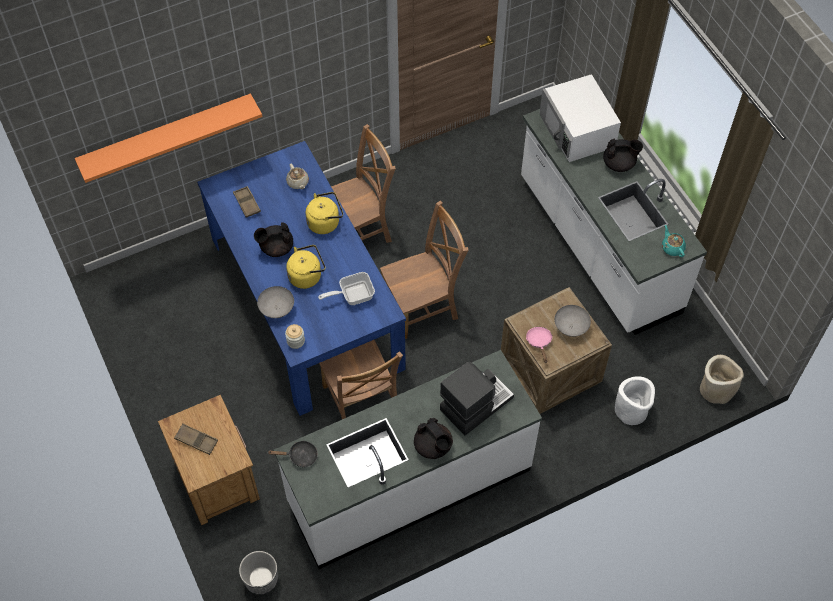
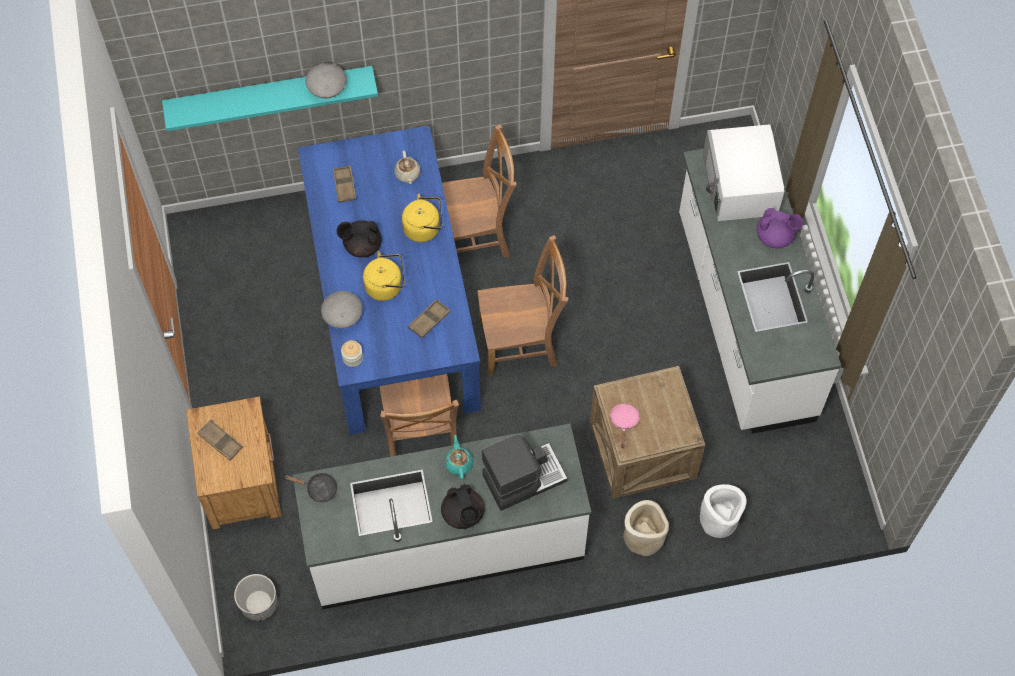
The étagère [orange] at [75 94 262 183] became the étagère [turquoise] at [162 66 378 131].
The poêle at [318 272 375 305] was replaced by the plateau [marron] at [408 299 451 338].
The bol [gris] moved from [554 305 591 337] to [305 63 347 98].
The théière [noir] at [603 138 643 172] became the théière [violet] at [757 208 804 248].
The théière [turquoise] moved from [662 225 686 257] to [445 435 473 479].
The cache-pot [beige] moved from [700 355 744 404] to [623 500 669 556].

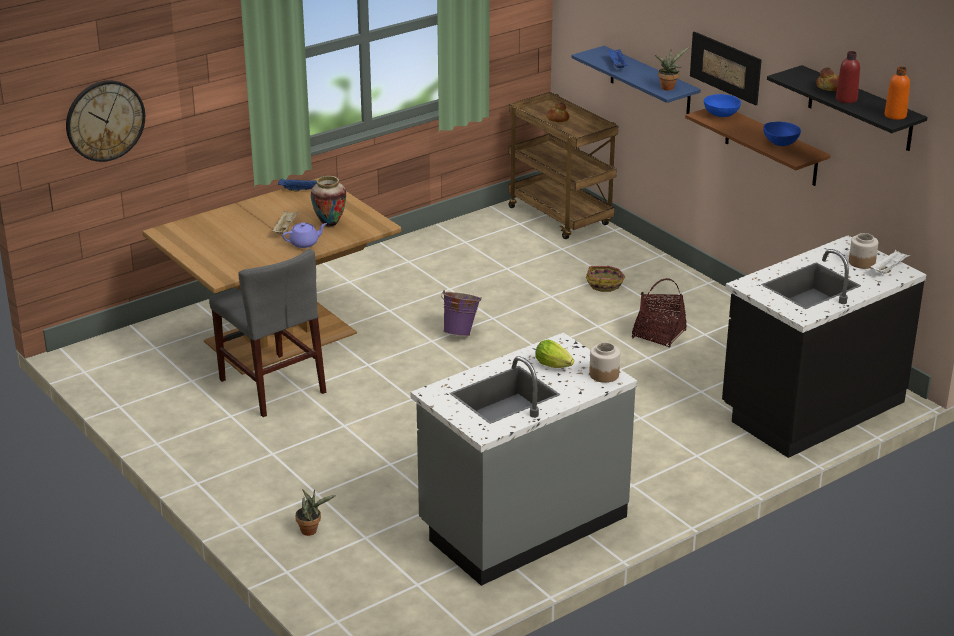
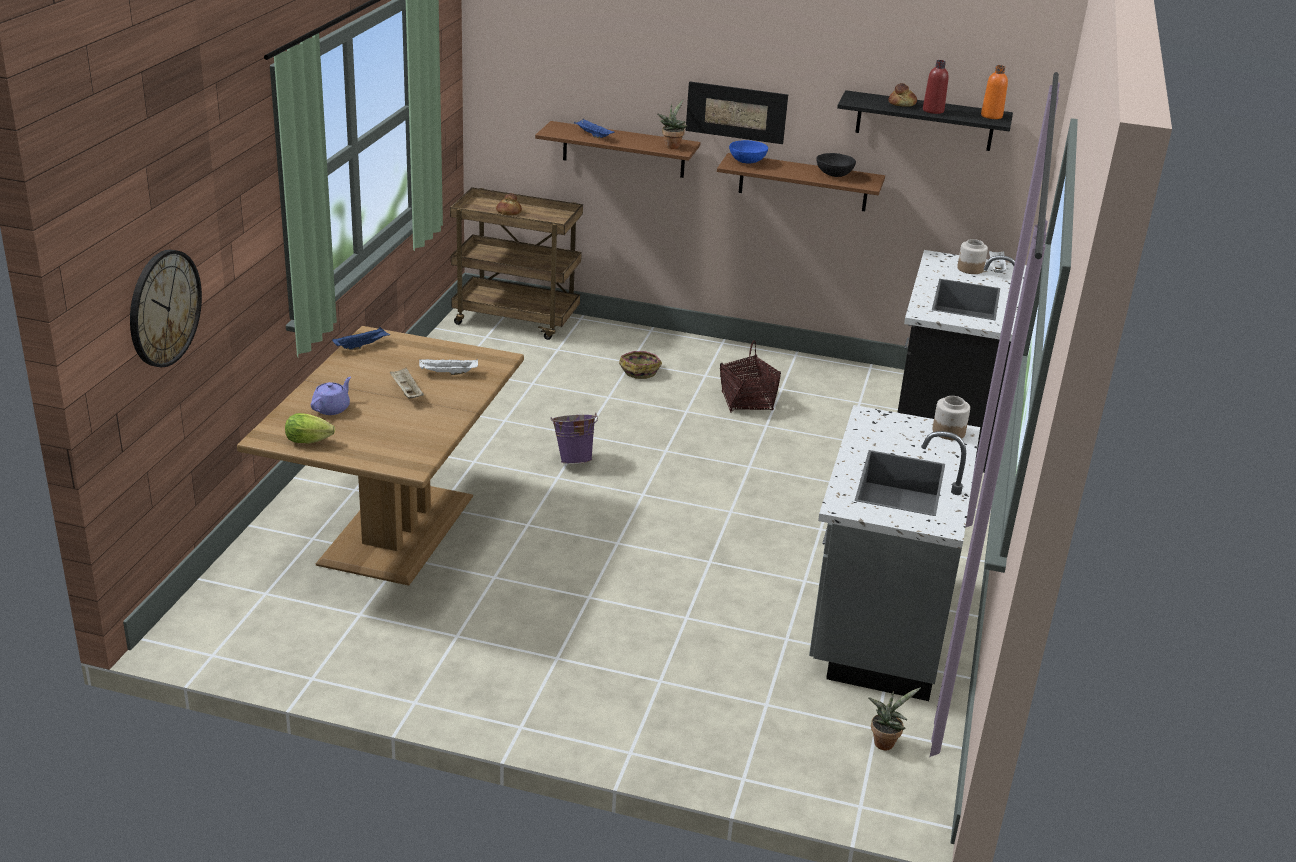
The chaise [gris] at [209 249 326 417] disappeared.
The théière [violet] moved from [282 223 327 248] to [311 376 351 415].
The plante en pot moved from [295 489 336 536] to [868 687 921 750].
The vase at [311 176 346 227] was replaced by the plateau [blanc] at [419 359 478 375].
The laitue moved from [535 340 574 368] to [285 413 335 443].
The étagère [bleu] at [571 46 701 114] became the étagère [marron] at [535 121 701 178].
The bol [bleu] at [763 122 801 146] became the bol [noir] at [816 153 856 177].

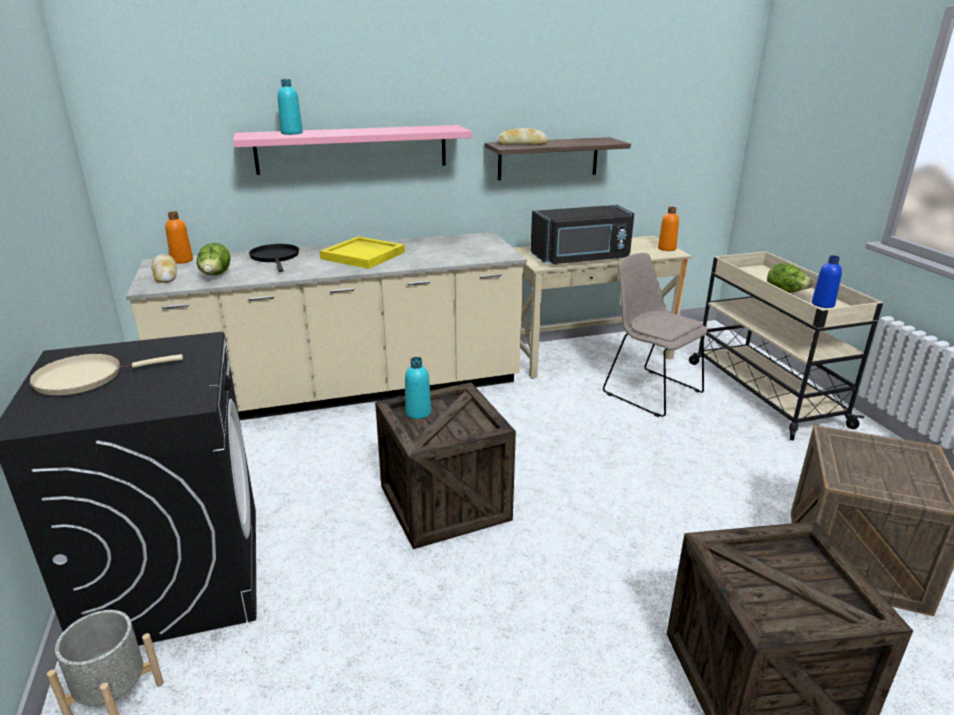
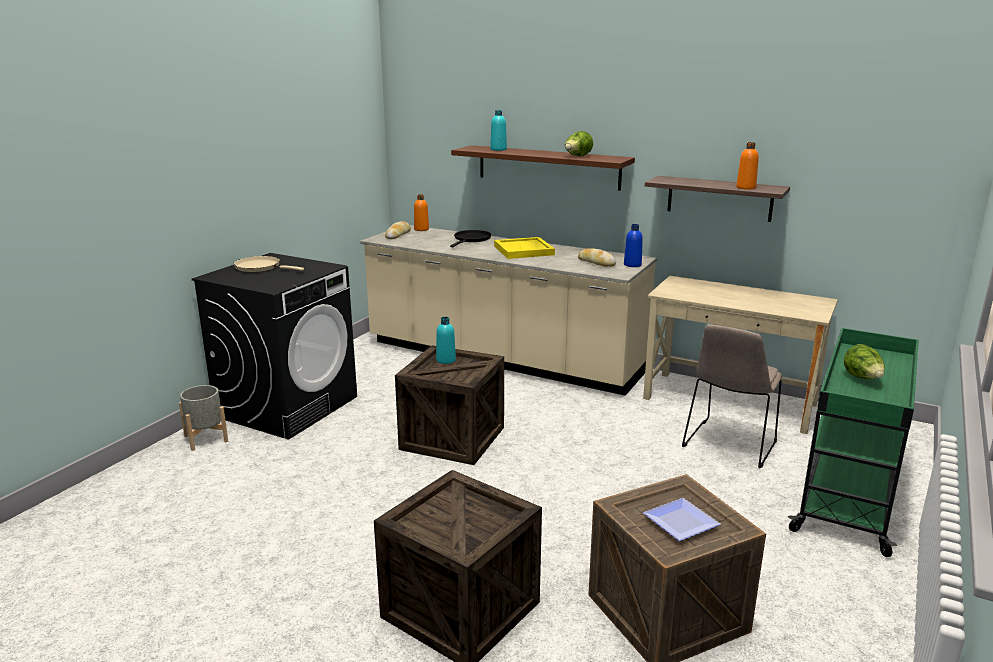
The laitue moved from [197 243 231 275] to [565 131 593 156].
The étagère [rose] at [233 125 472 175] became the étagère [marron] at [451 145 635 191].
The pain moved from [496 128 548 145] to [578 248 616 266].
The micro-ondes [noir] at [531 205 634 265] disappeared.
The chaise [beige] at [603 253 707 417] turned 150 degrees counterclockwise.
The bouteille [orange] moved from [658 207 679 251] to [736 142 759 190].
The chariot [beige] at [689 251 883 440] became the chariot [vert] at [788 328 919 557].
The bouteille [bleu] moved from [812 255 842 308] to [624 224 643 267].
The assiette at [643 498 721 541] appeared.

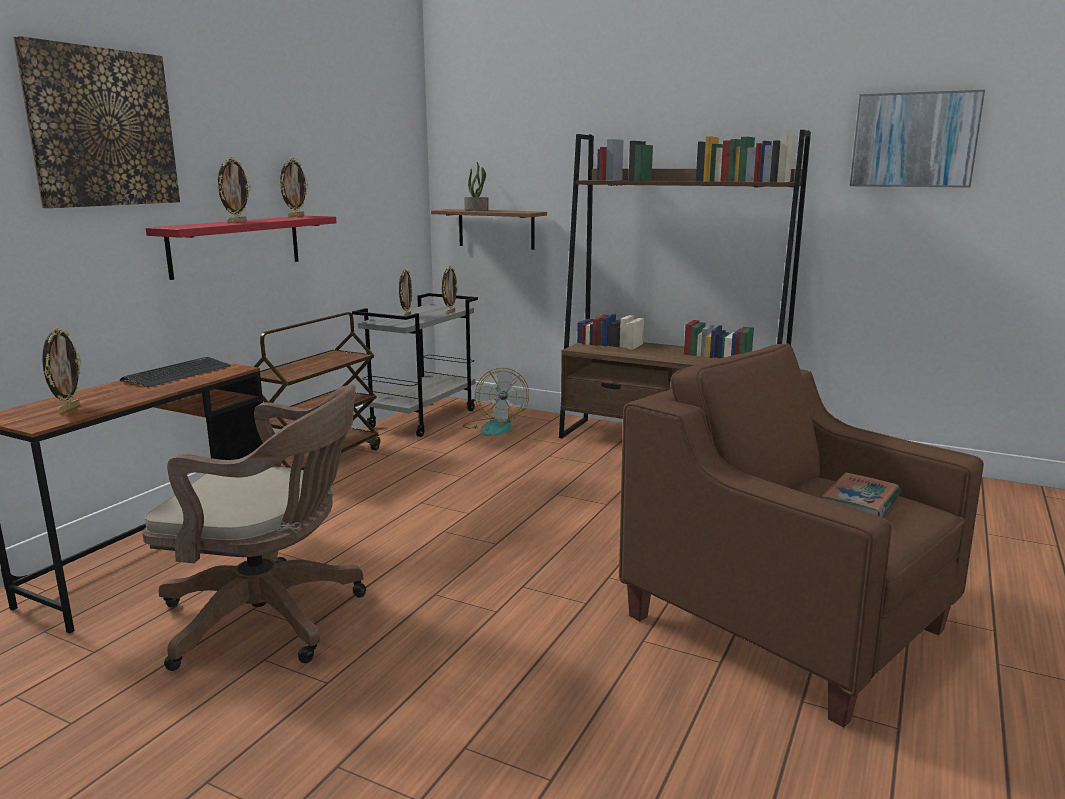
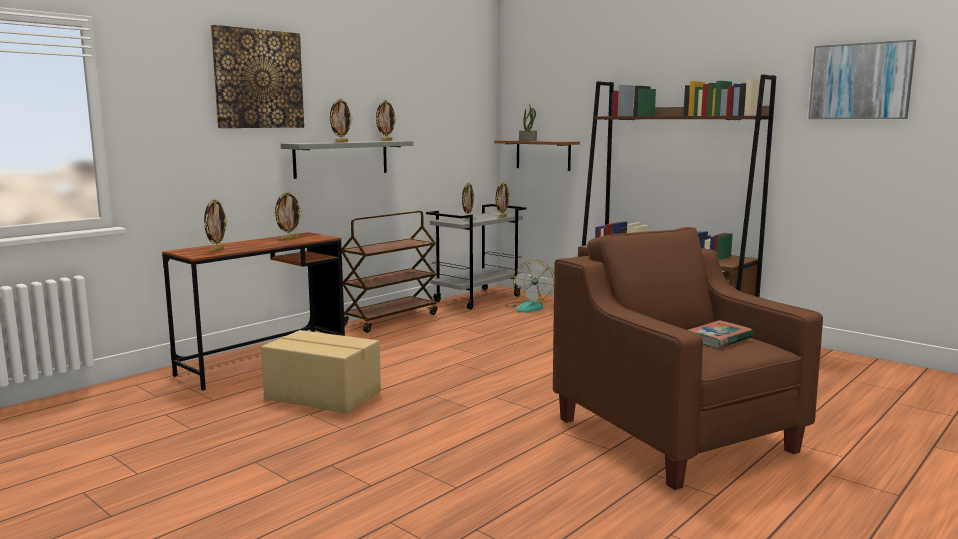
The clavier at [120 357 231 387] was replaced by the cadre photo at [274 191 302 239].
The chaise de bureau [marron] at [142 384 366 671] was replaced by the carton at [261 330 381 413].
The étagère [rouge] at [145 216 337 280] became the étagère [gris] at [281 141 413 179].

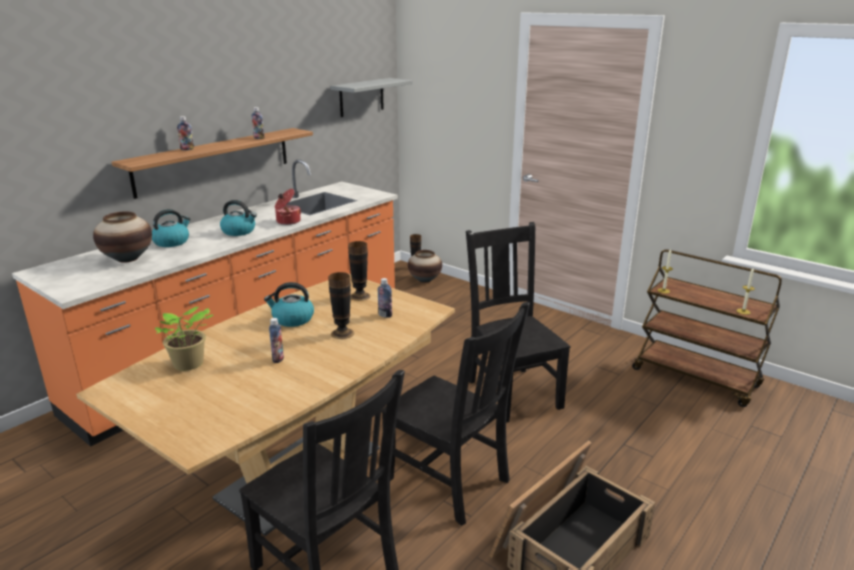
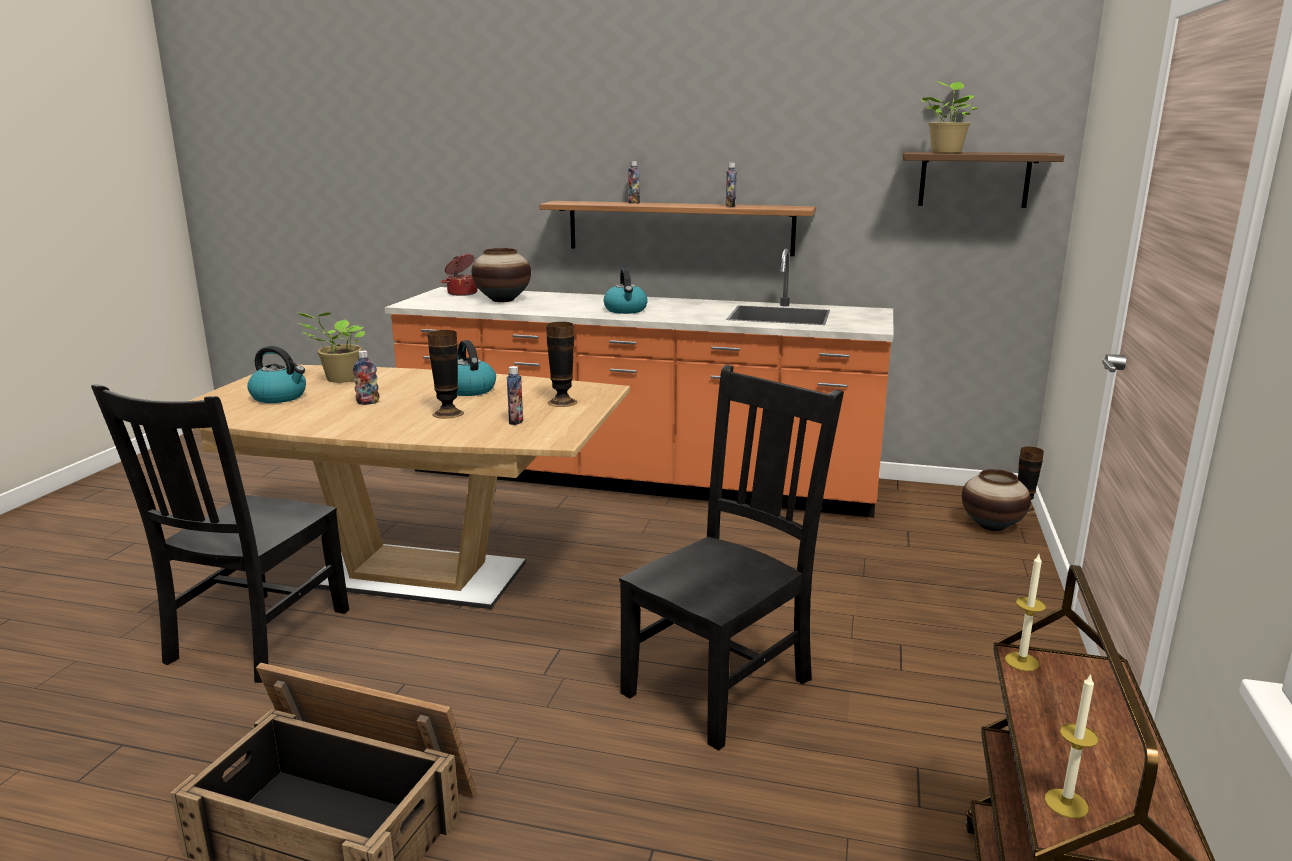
The bouilloire moved from [152 209 191 247] to [247 346 306 403].
The marmite moved from [275 189 301 225] to [440 254 477 296].
The étagère [gris] at [330 78 413 117] became the étagère [marron] at [902 152 1065 208].
The chaise [noir] at [381 302 530 526] disappeared.
The plante en pot at [920 81 978 153] appeared.

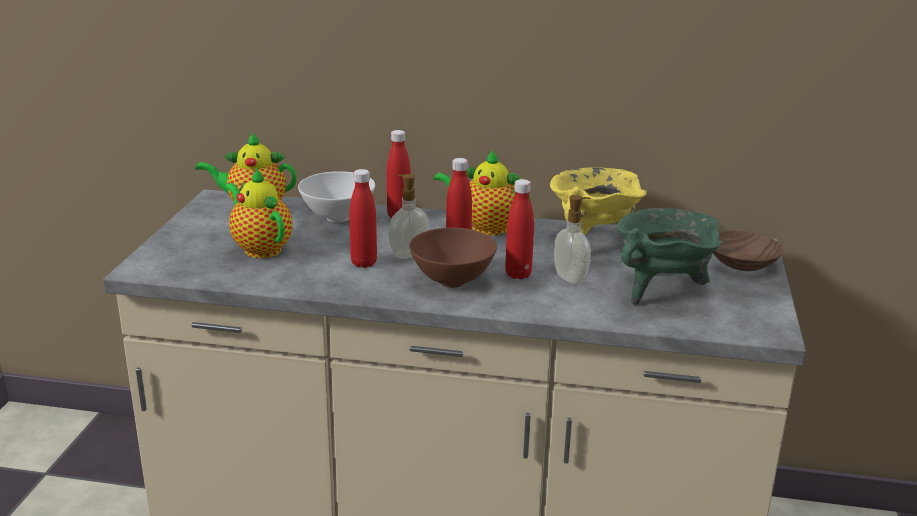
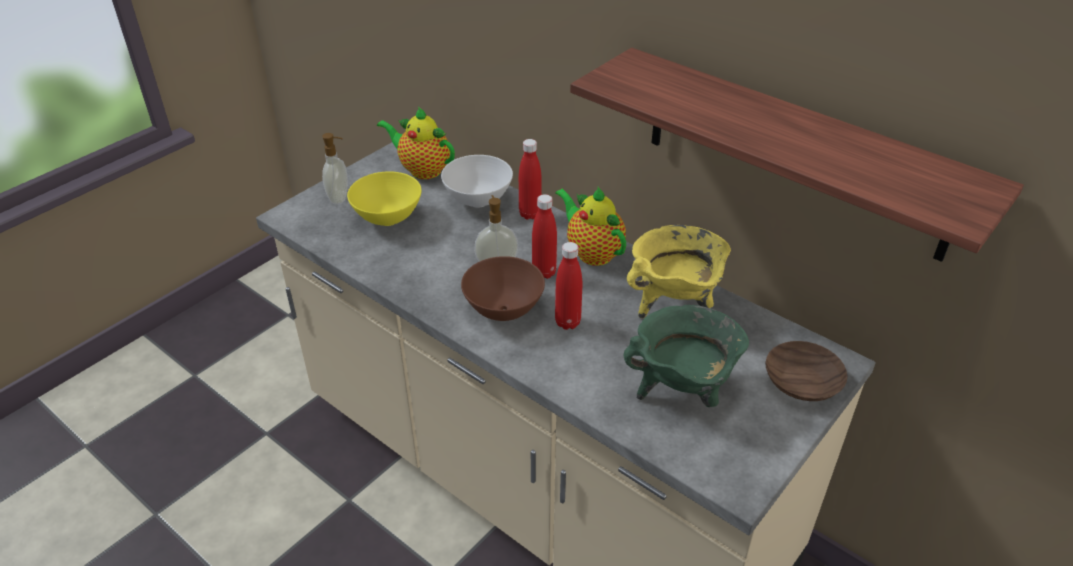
The théière at [225 168 293 258] was replaced by the bol [jaune] at [347 171 422 226].
The bouteille [rouge] at [350 169 377 268] disappeared.
The distributeur de savon moved from [553 195 591 284] to [322 133 348 204].
The étagère at [570 48 1024 262] appeared.

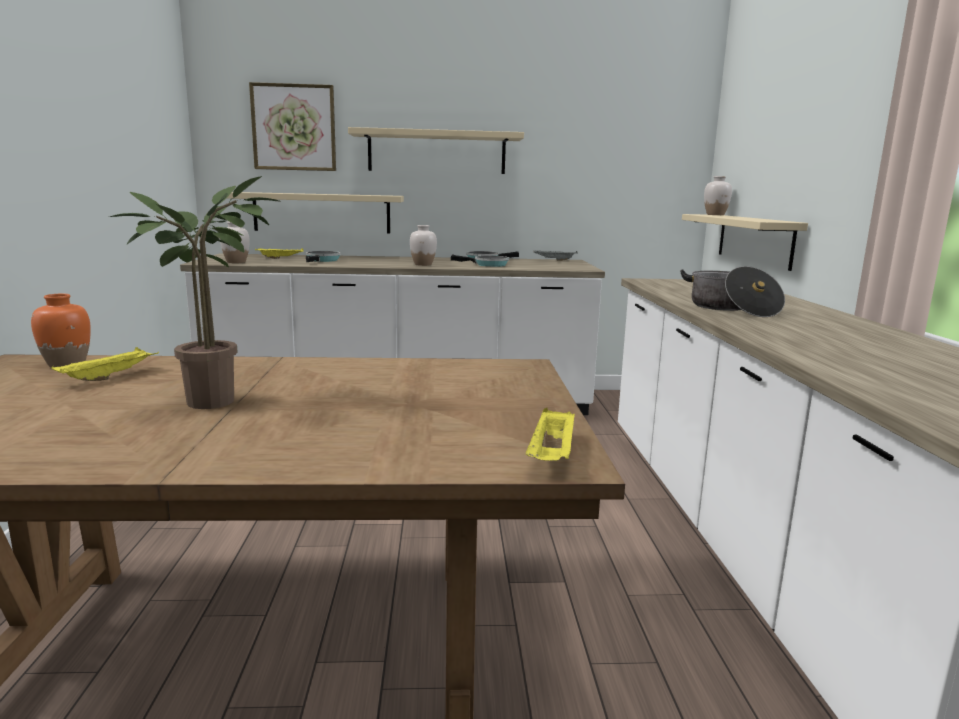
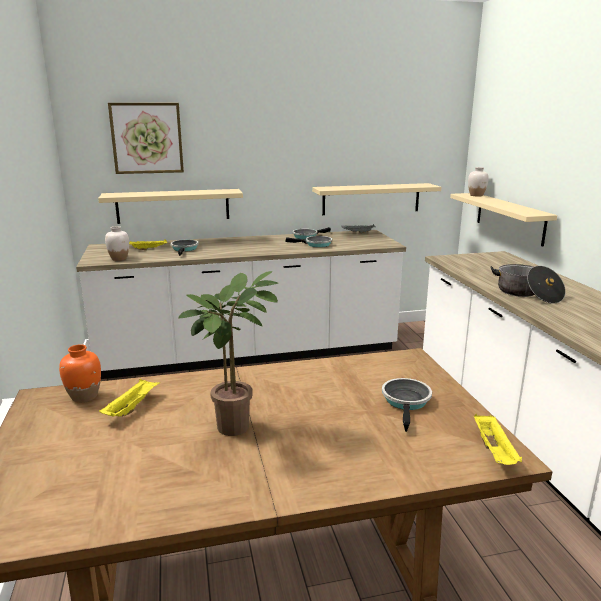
The étagère [beige] moved from [348 127 524 174] to [312 183 441 215].
The vase [blanc] at [410 225 437 266] disappeared.
The poêle at [382 378 432 432] appeared.

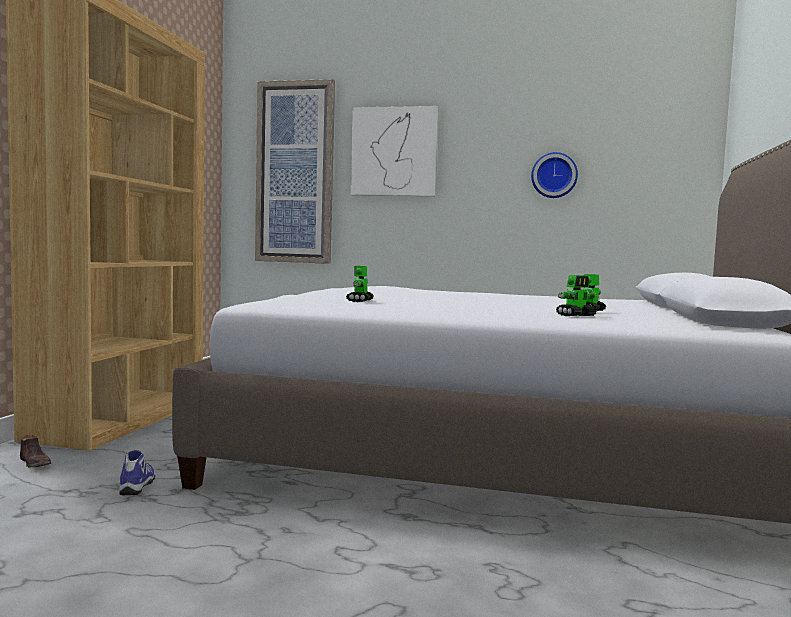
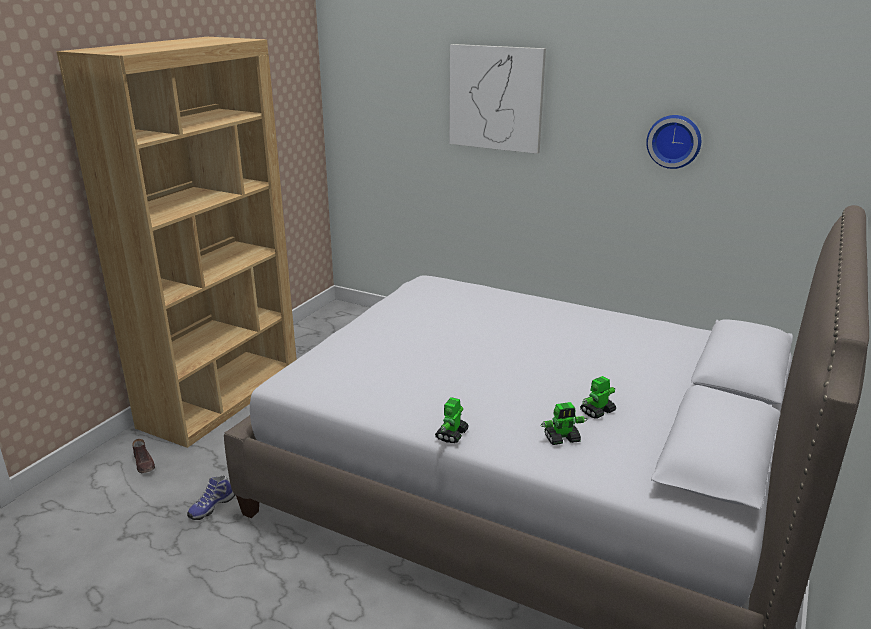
The chaussure at [119 450 155 496] turned 150 degrees counterclockwise.
The tableau at [255 79 335 264] disappeared.
The robot jouet moved from [346 266 373 302] to [435 397 469 443].

